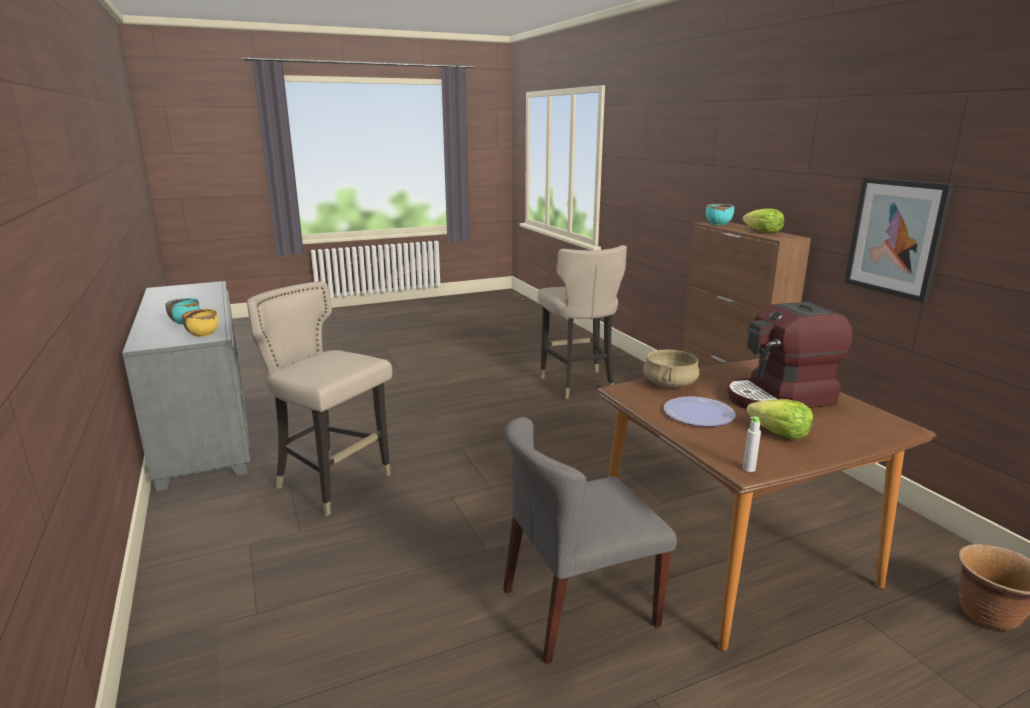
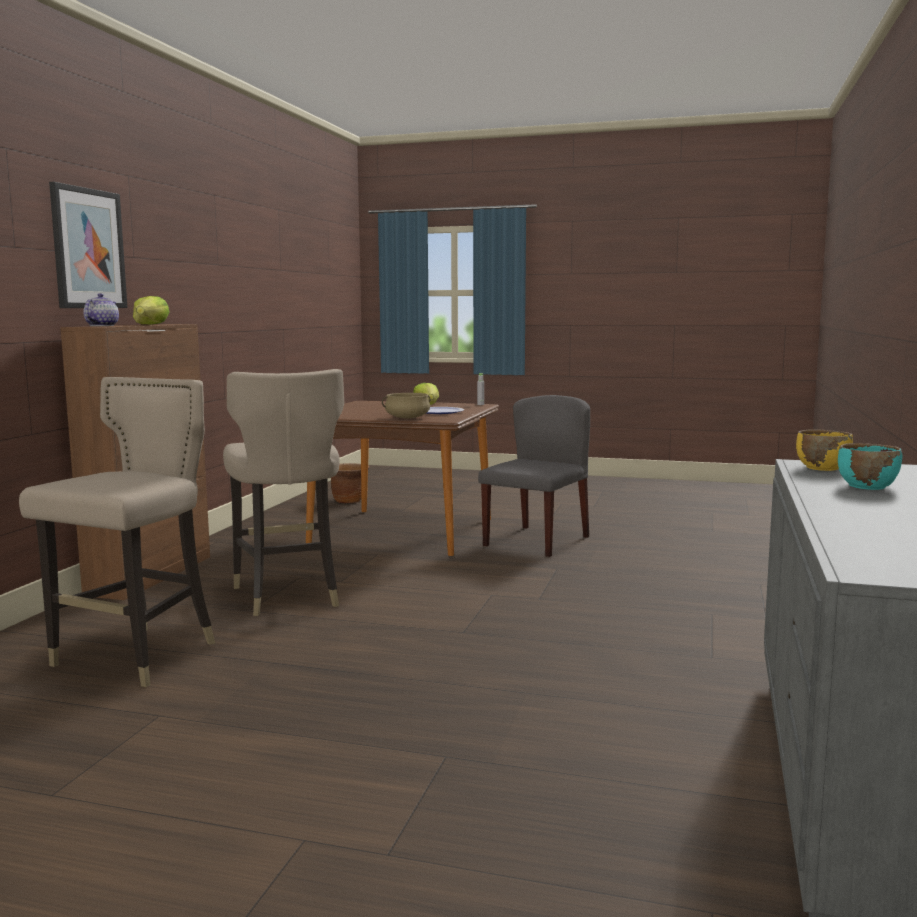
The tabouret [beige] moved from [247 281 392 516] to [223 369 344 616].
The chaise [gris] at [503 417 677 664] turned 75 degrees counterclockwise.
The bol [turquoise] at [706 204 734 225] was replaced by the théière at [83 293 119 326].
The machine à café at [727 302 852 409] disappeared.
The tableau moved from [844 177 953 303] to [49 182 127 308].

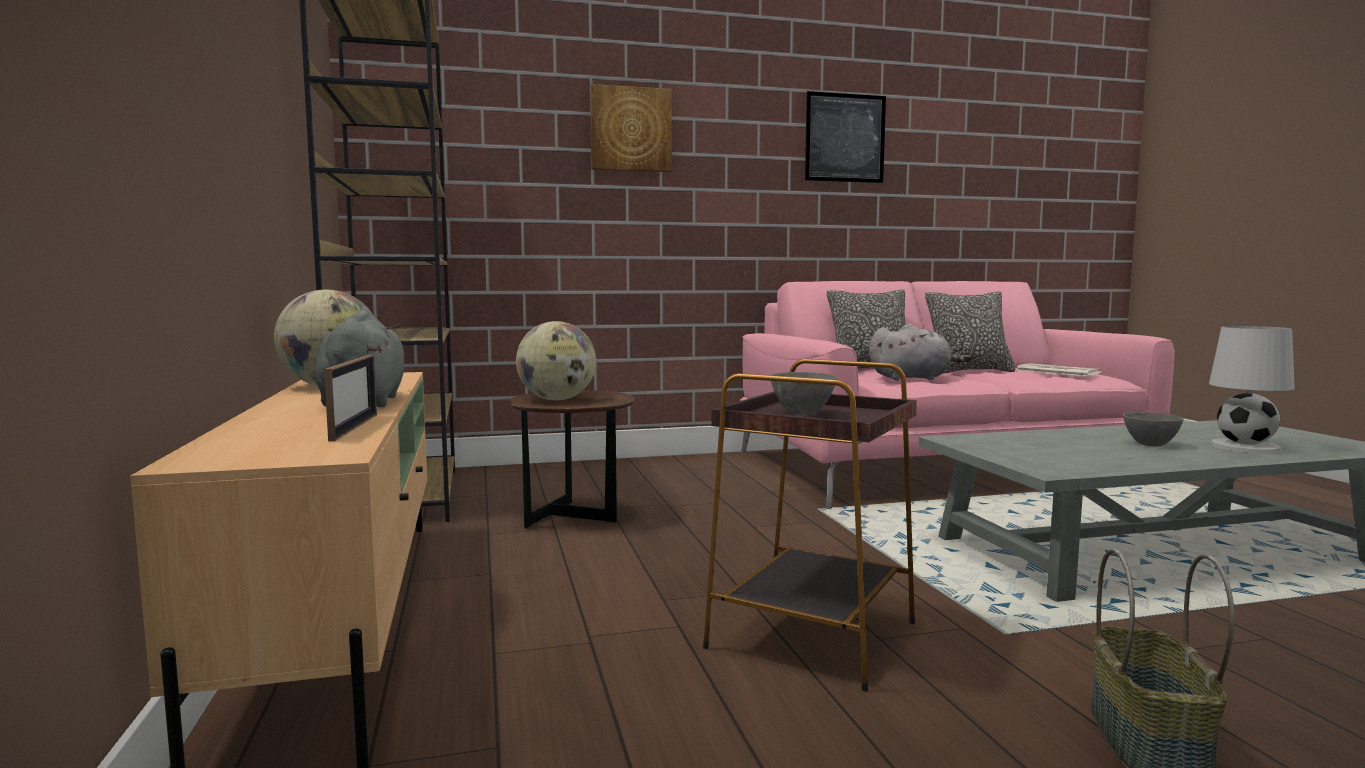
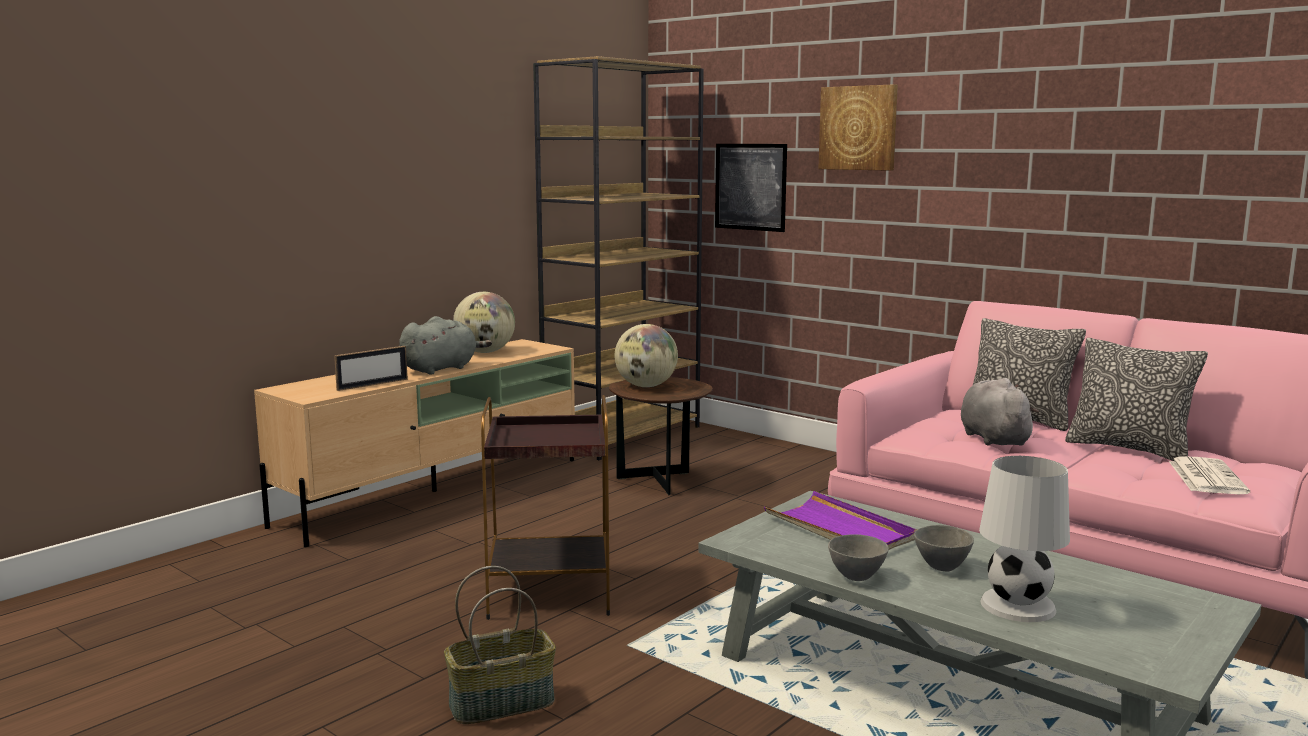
The bol [gris] moved from [771 372 837 415] to [828 534 889 581].
The tableau moved from [805 91 886 183] to [715 144 787 232].
The peluche [gris] at [869 324 971 380] turned 150 degrees counterclockwise.
The plateau [violet] at [764 491 917 550] appeared.

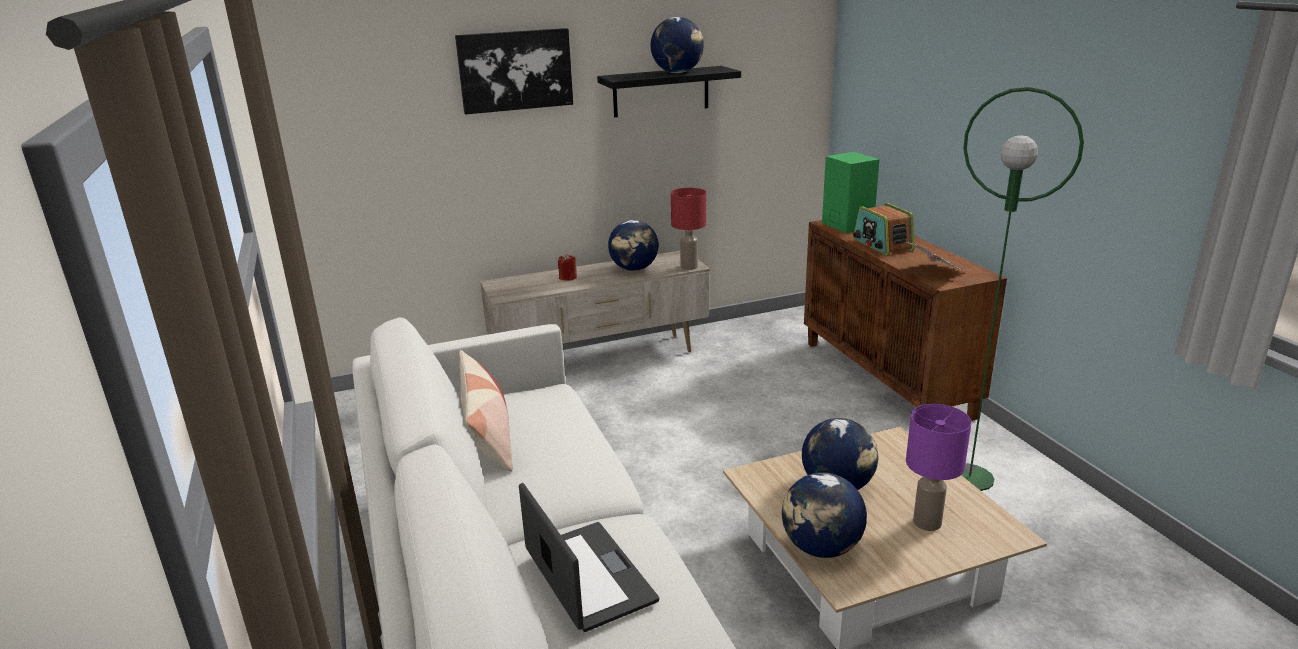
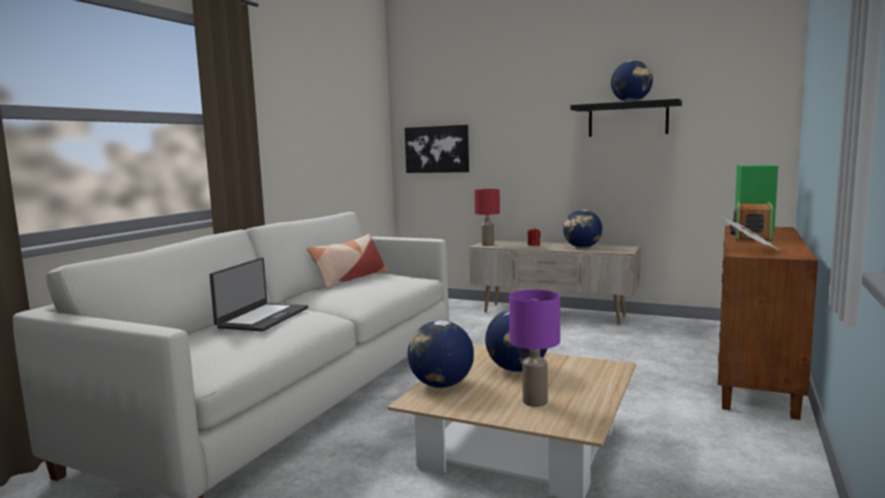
The tableau moved from [455 28 573 114] to [405 125 469 173].
The lampe de table [rouge] moved from [671 188 706 270] to [474 189 500 246].
The lampadaire [vert] at [962 87 1084 491] disappeared.

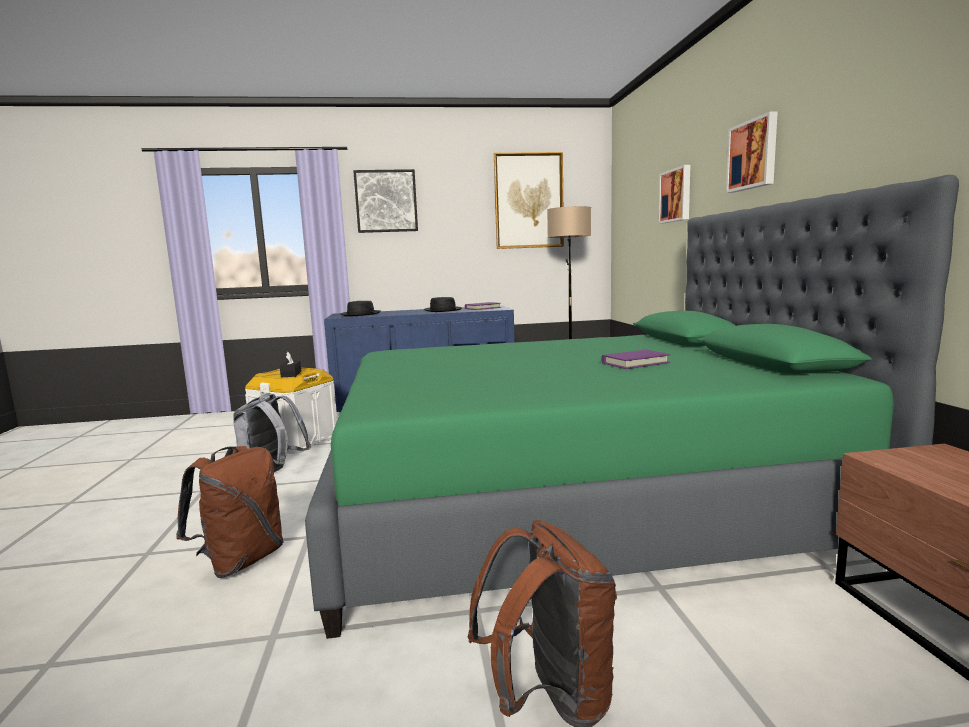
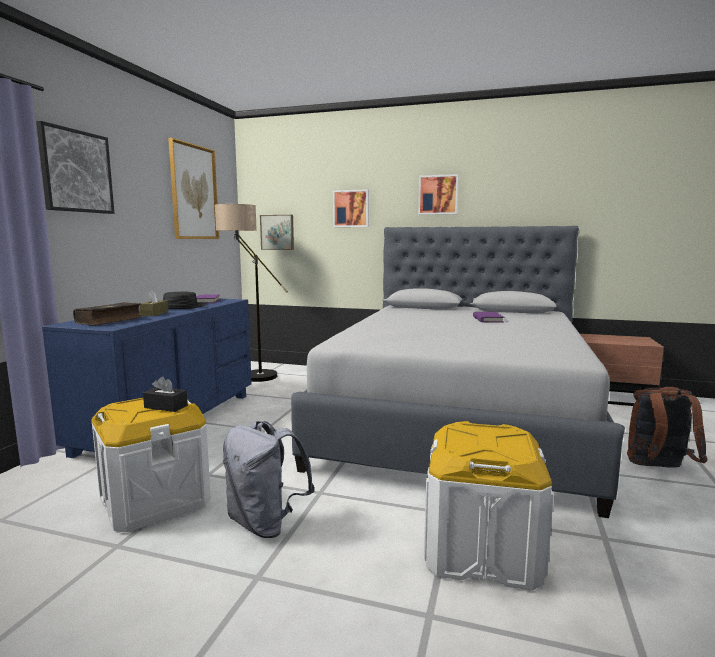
The sac à dos [marron] at [176 446 284 578] was replaced by the boîte de rangement [blanc] at [424 421 554 590].
The lit [vert] at [305 175 959 639] became the lit [gris] at [291 226 625 518].
The chapeau [noir] at [340 301 381 316] was replaced by the livre at [73 302 142 325].
The boîte à mouchoirs [marron] at [139 291 168 316] appeared.
The tableau at [260 215 294 250] appeared.

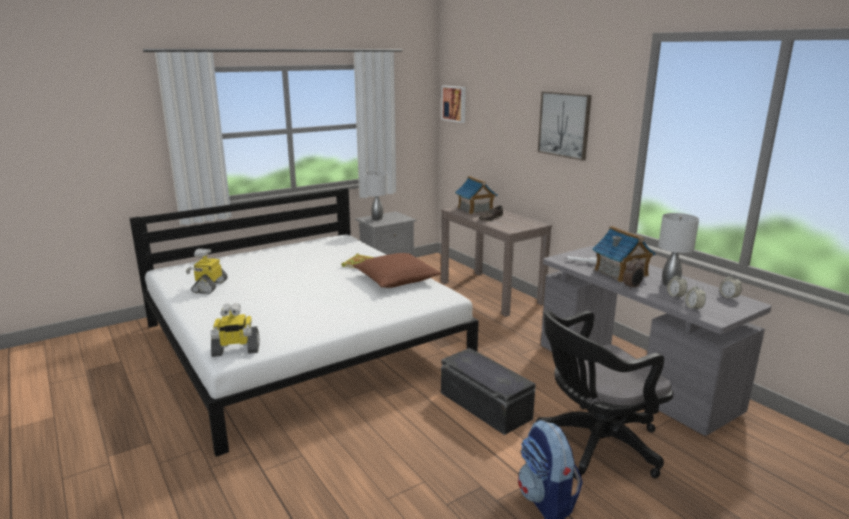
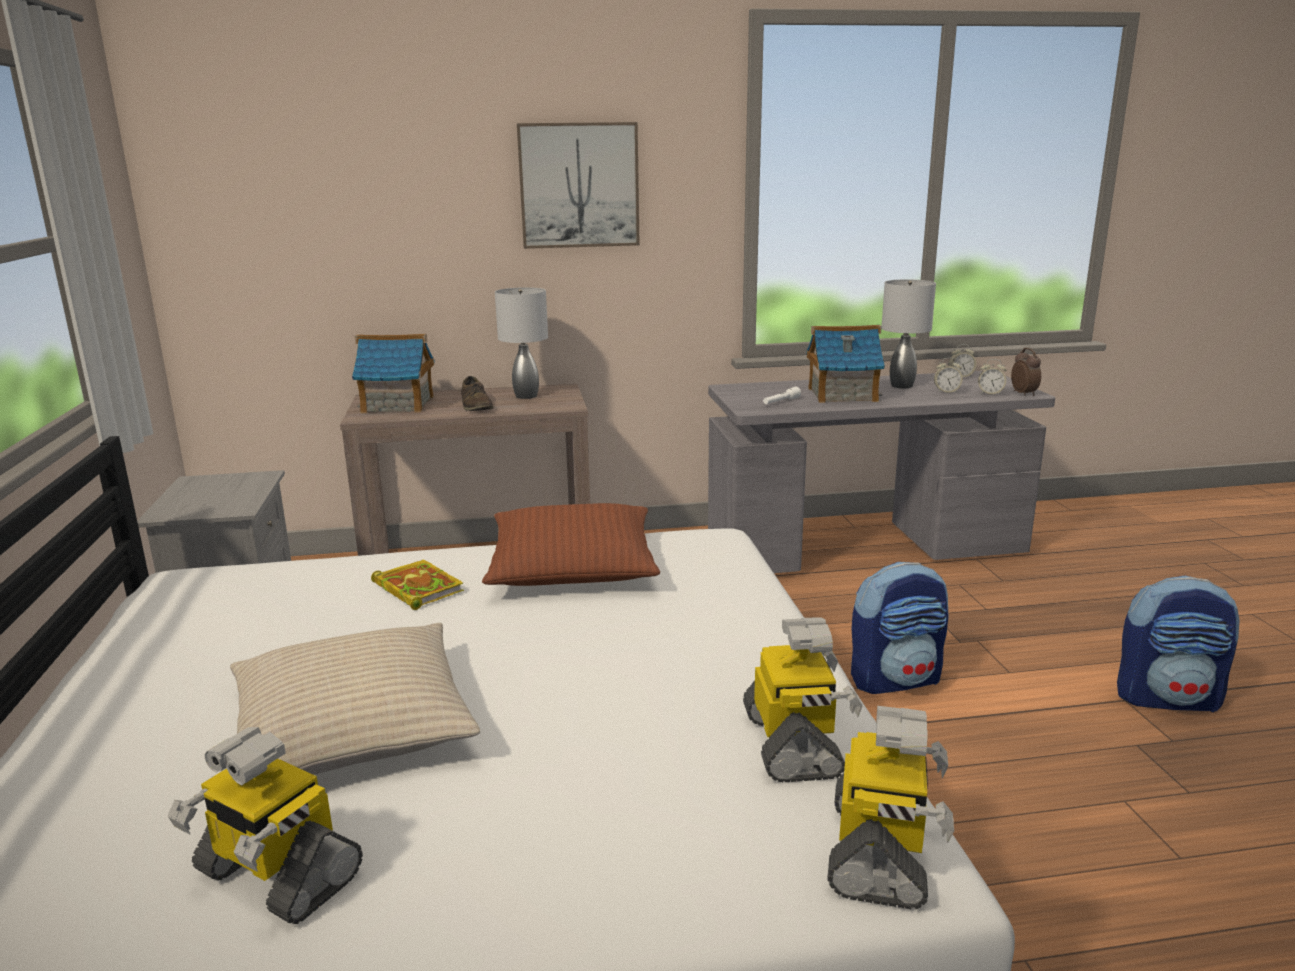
The lampe de table [gris] moved from [365 171 388 220] to [495 287 548 399].
The tableau at [441 85 466 123] disappeared.
The boîte de rangement [noir] at [441 348 536 435] was replaced by the sac à dos at [851 562 948 694].
The chaise de bureau [noir] at [536 310 673 479] disappeared.
The réveil moved from [623 258 644 289] to [1011 348 1041 396].
The coussin [beige] at [230 623 480 775] appeared.
The robot jouet at [743 617 863 782] appeared.

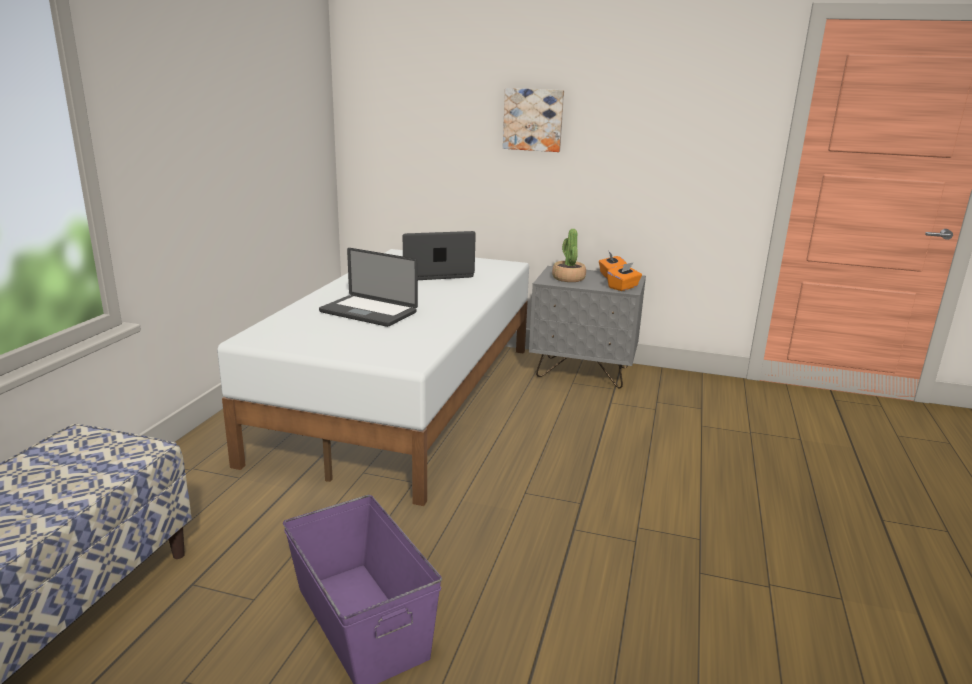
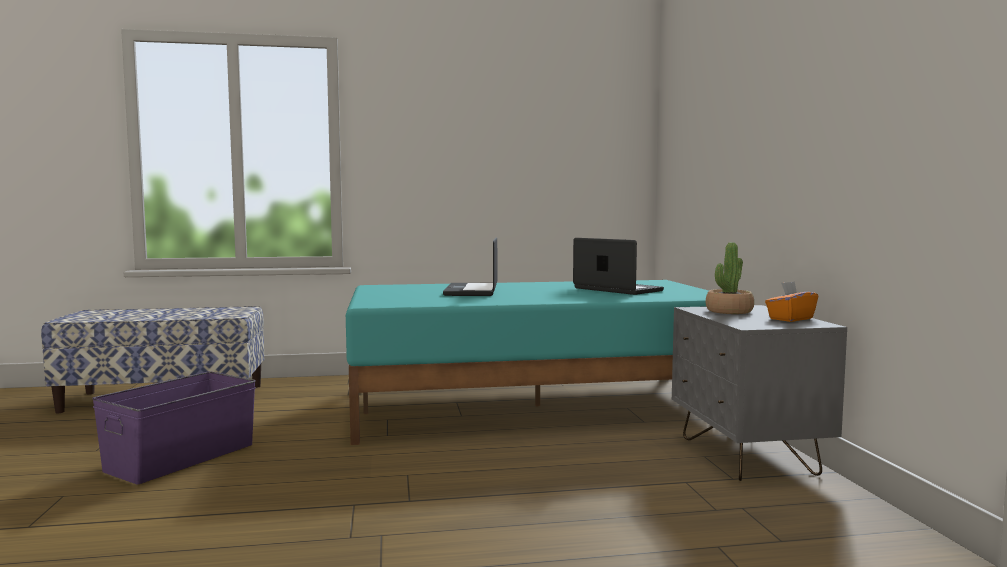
The lit [blanc] at [217 249 529 506] became the lit [turquoise] at [346 280 709 445].
The tableau at [503 88 564 152] disappeared.
The boîte à mouchoirs [orange] at [607 263 642 291] disappeared.

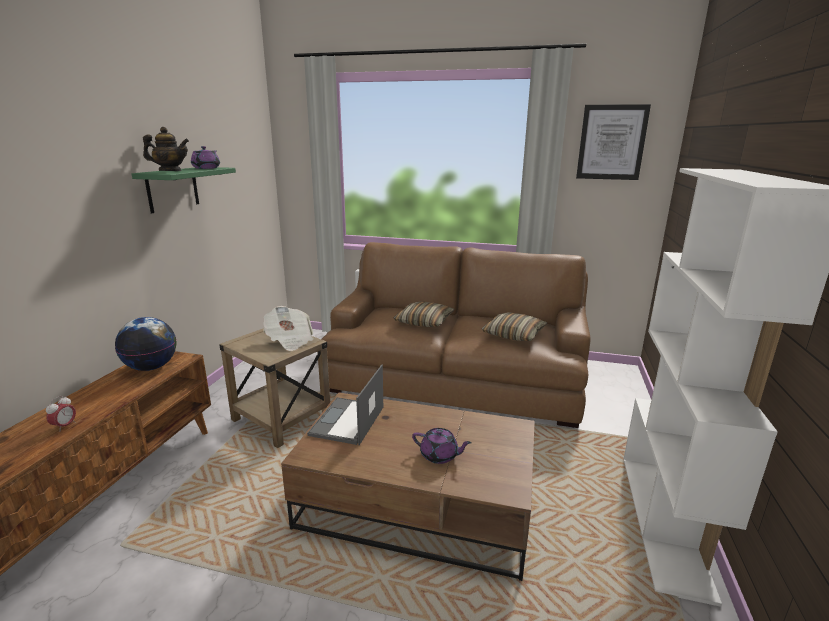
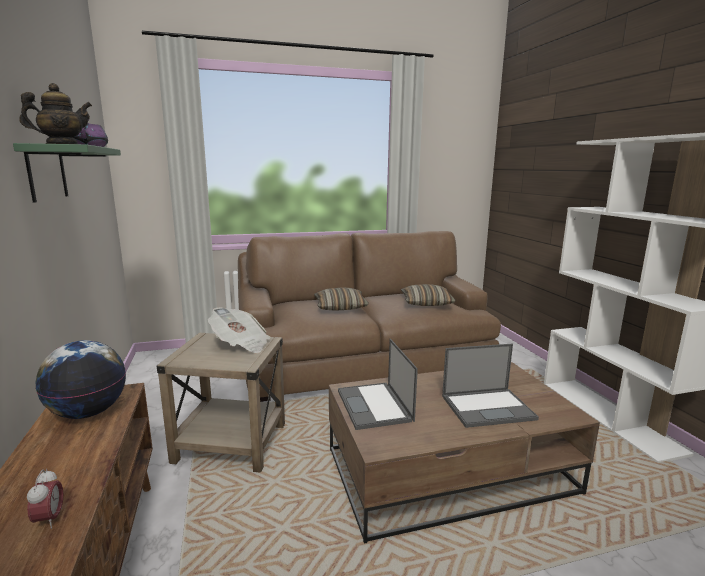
The théière [violet] at [412 428 472 464] was replaced by the ordinateur portable at [442 344 539 428].
The tableau at [576 104 651 180] disappeared.

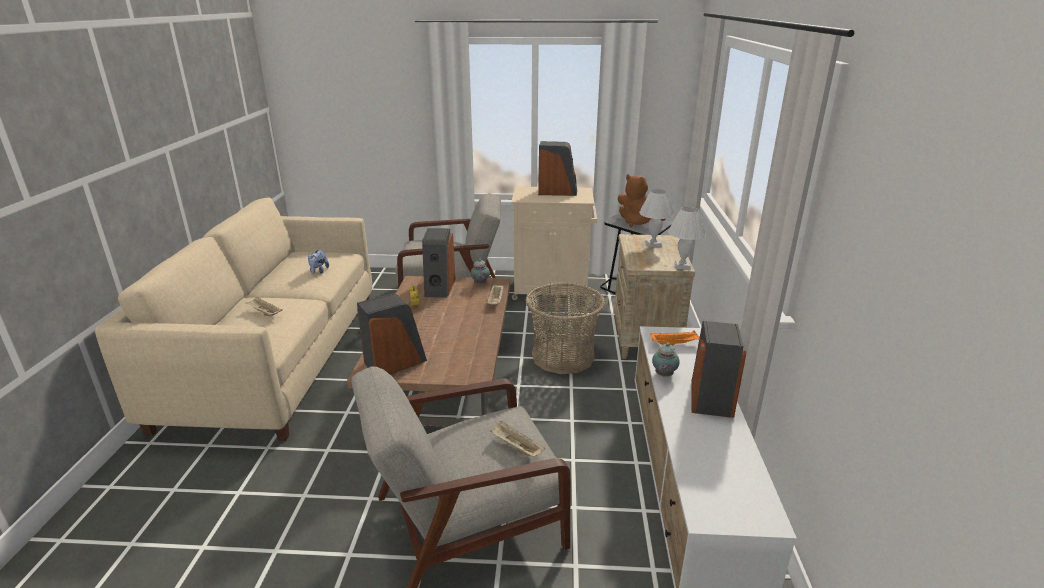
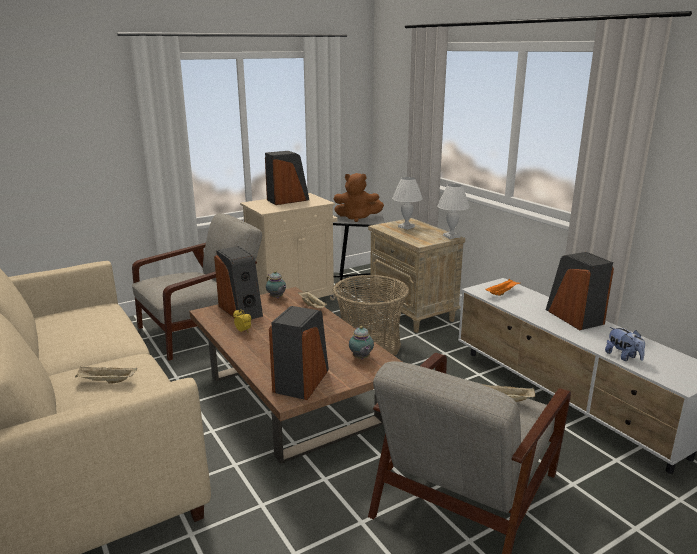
The peluche moved from [308 249 329 274] to [605 327 645 361].
The théière moved from [652 343 680 377] to [349 326 374 359].

